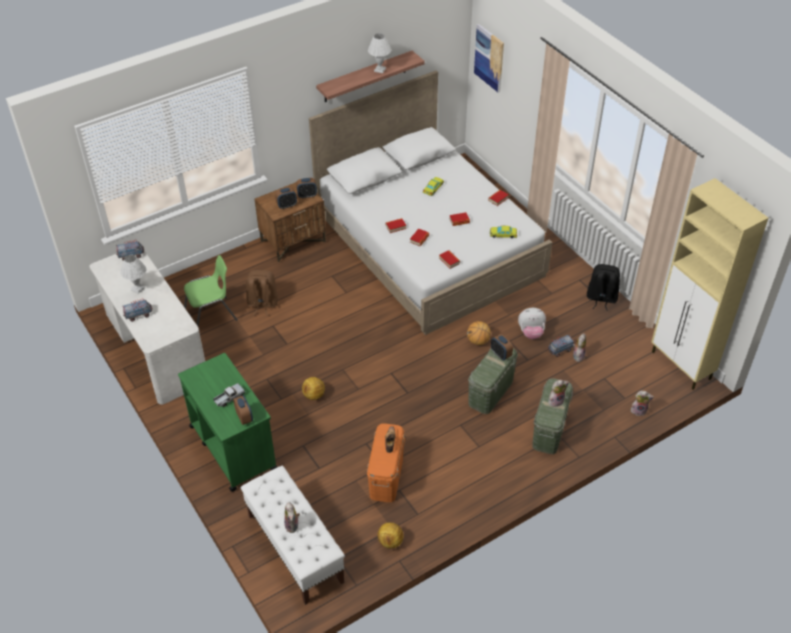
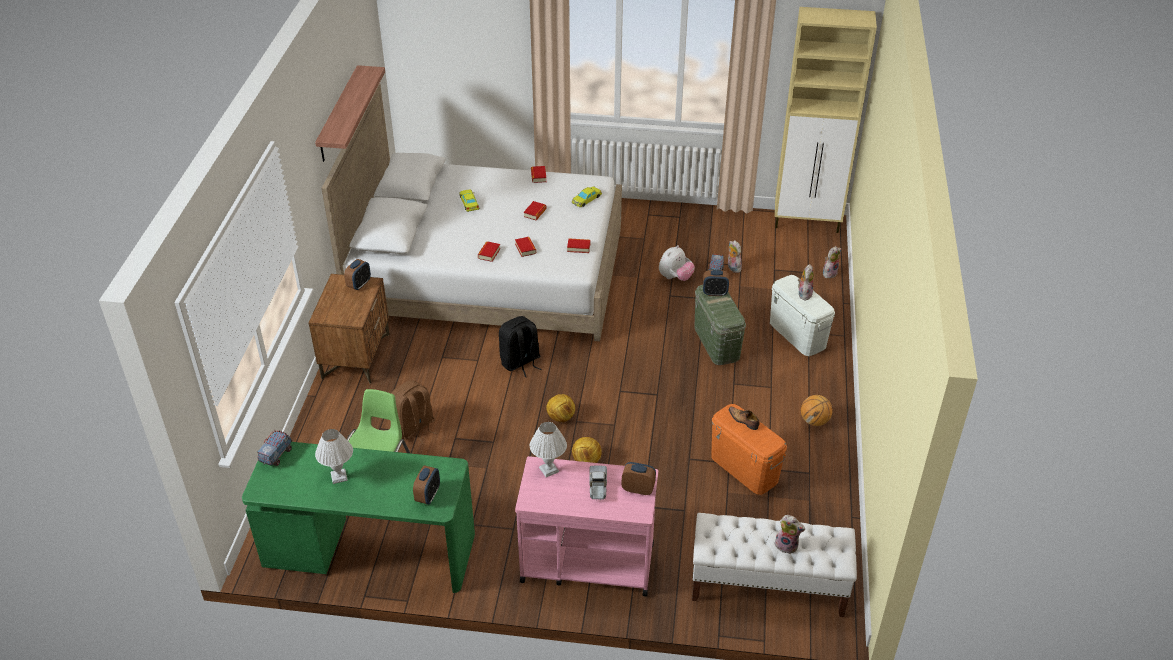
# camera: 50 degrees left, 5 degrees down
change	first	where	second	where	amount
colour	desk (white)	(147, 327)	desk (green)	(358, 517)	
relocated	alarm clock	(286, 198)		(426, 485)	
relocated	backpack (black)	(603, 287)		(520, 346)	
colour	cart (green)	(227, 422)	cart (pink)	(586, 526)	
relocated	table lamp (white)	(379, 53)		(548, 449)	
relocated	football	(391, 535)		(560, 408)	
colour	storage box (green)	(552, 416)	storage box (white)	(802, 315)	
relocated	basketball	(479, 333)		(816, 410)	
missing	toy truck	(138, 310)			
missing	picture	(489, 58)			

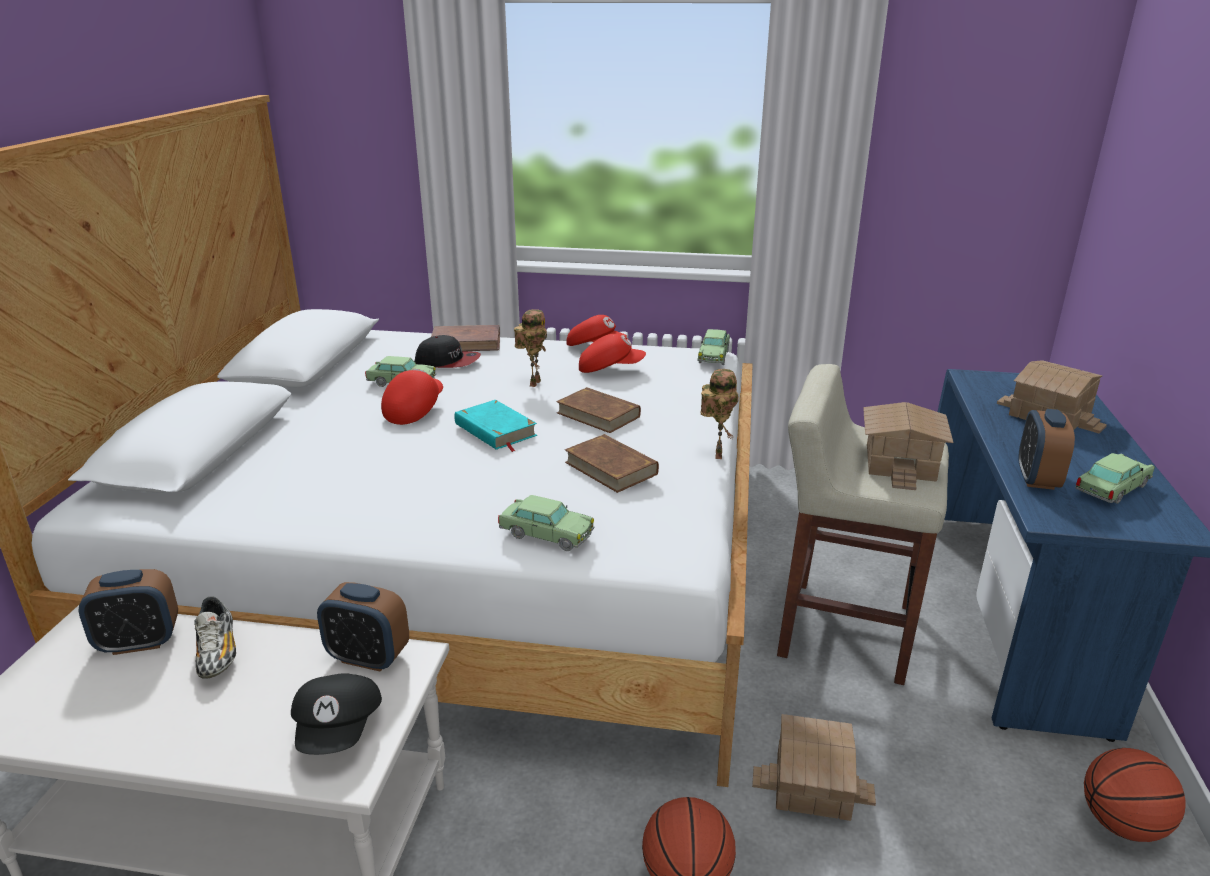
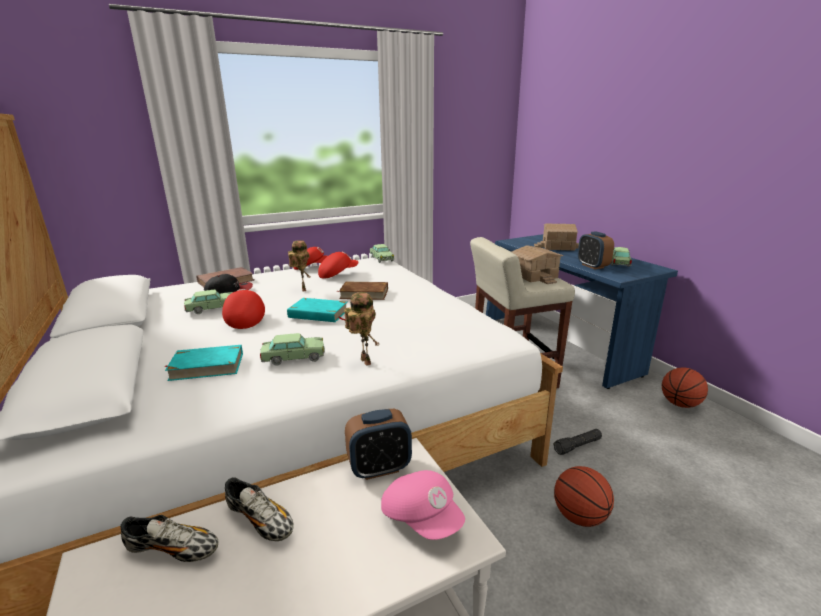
# camera: 35 degrees left, 5 degrees down
change	first	where	second	where	amount
exchanged	alarm clock	(128, 612)	shoe	(169, 538)	
appeared			book (turquoise)	(204, 363)	
relocated	toy car	(546, 523)		(292, 349)	
relocated	toy robot	(719, 414)		(362, 329)	
colour	cap (black)	(336, 714)	cap (pink)	(423, 505)	
exchanged	toy house	(814, 767)	flashlight (black)	(577, 442)	
missing	book (brown)	(612, 463)			

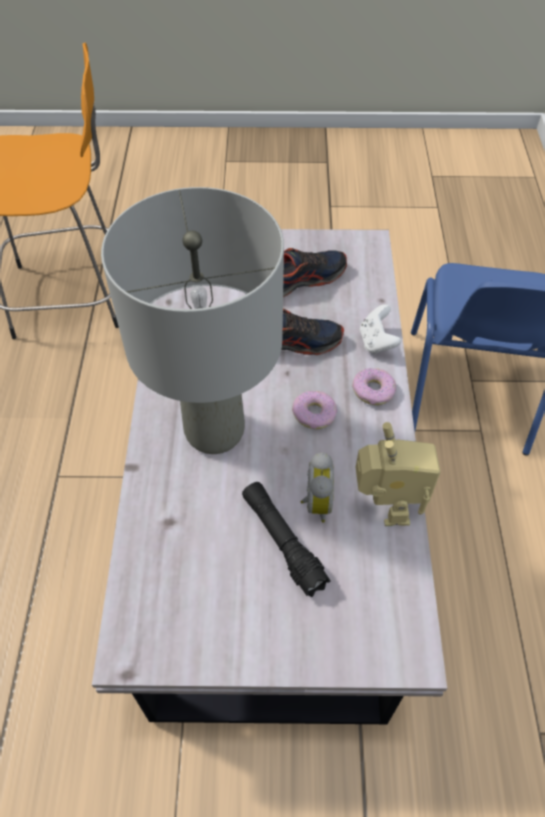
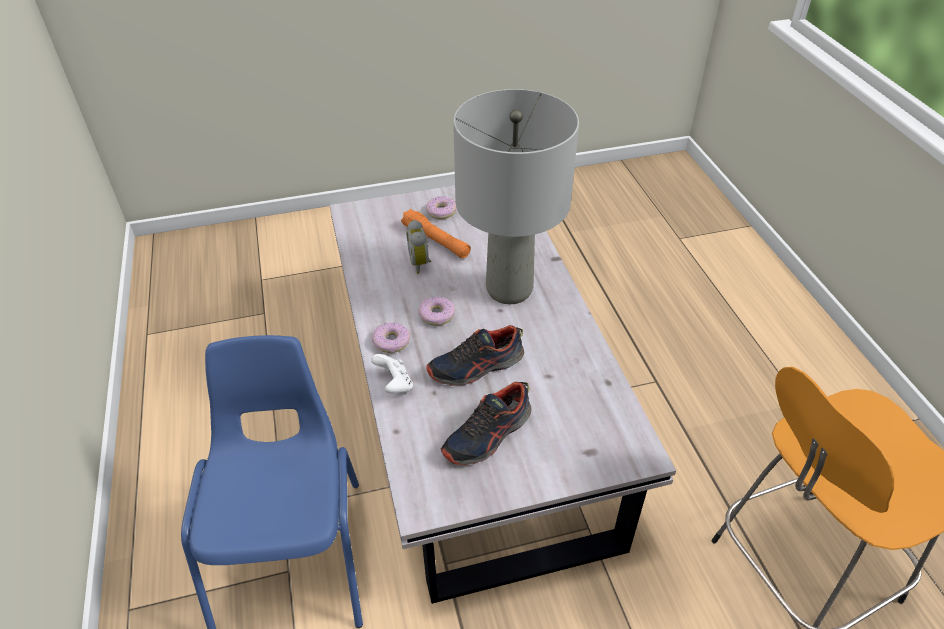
# camera: 165 degrees right, 10 degrees down
change	first	where	second	where	amount
colour	flashlight (black)	(286, 539)	flashlight (orange)	(436, 234)	
appeared			donut	(441, 207)	
missing	toy robot	(398, 474)			

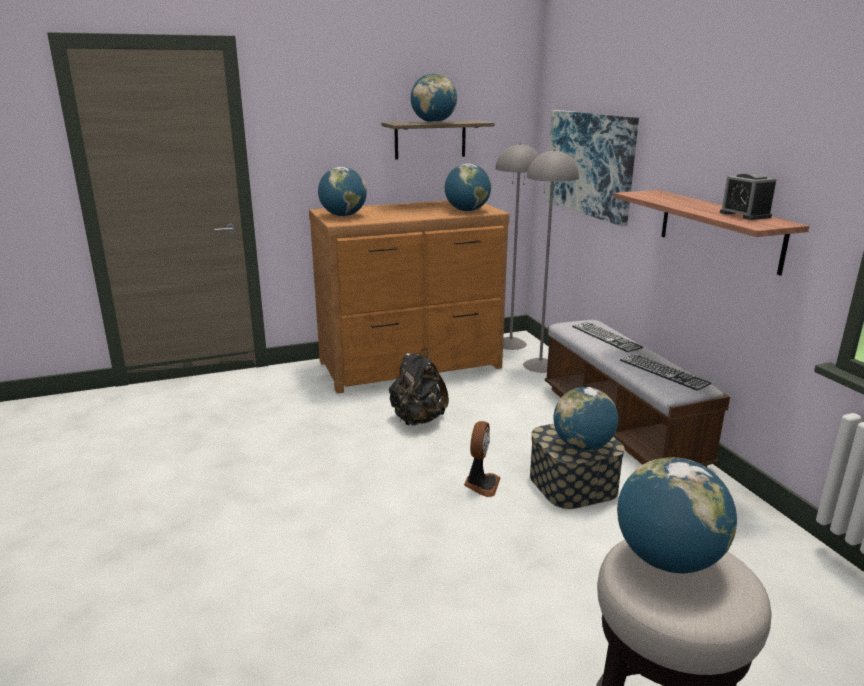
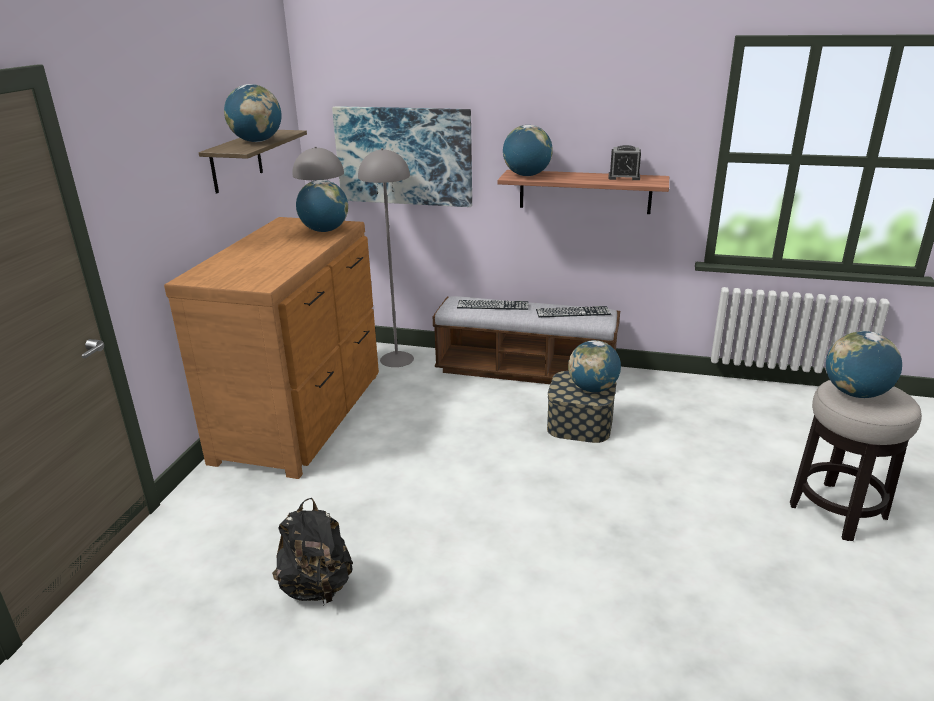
# camera: 55 degrees left, 5 degrees up
change	first	where	second	where	amount
relocated	backpack (black)	(419, 387)		(312, 550)	
relocated	globe	(342, 191)		(528, 150)	
missing	fan	(482, 459)			

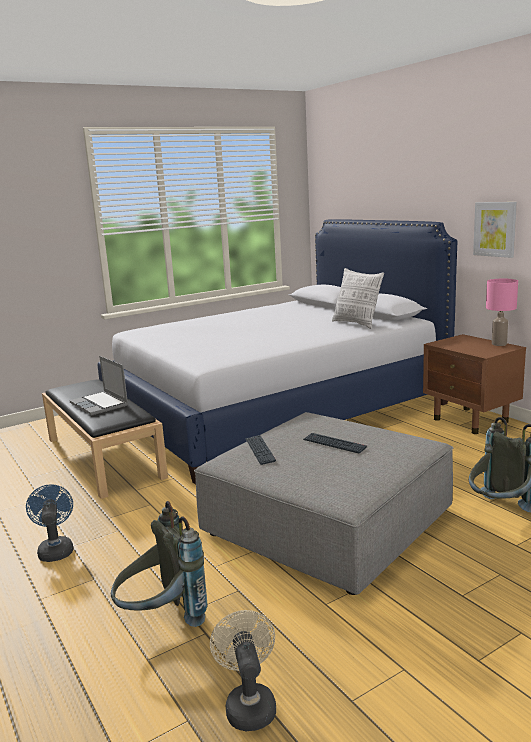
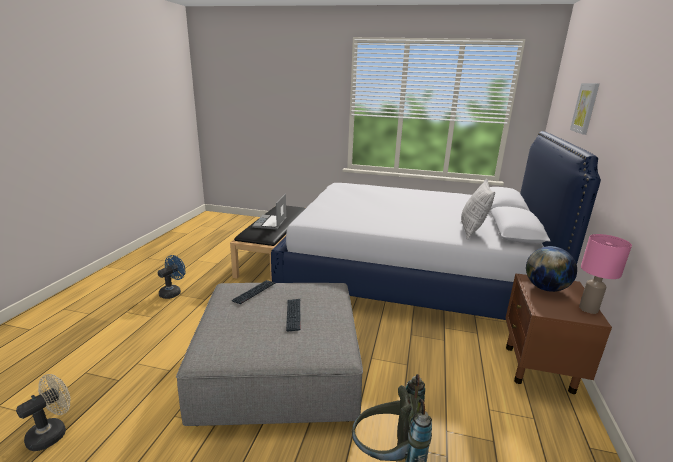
# camera: 45 degrees right, 5 degrees up
change	first	where	second	where	amount
appeared			globe	(551, 269)	
relocated	picture	(495, 230)		(585, 109)	
missing	backpack (grey)	(159, 564)			

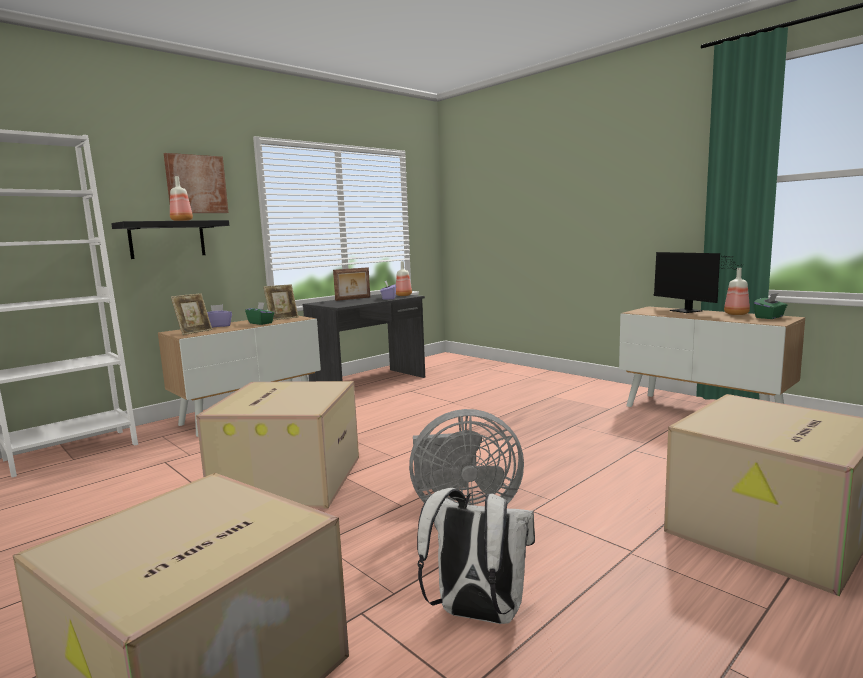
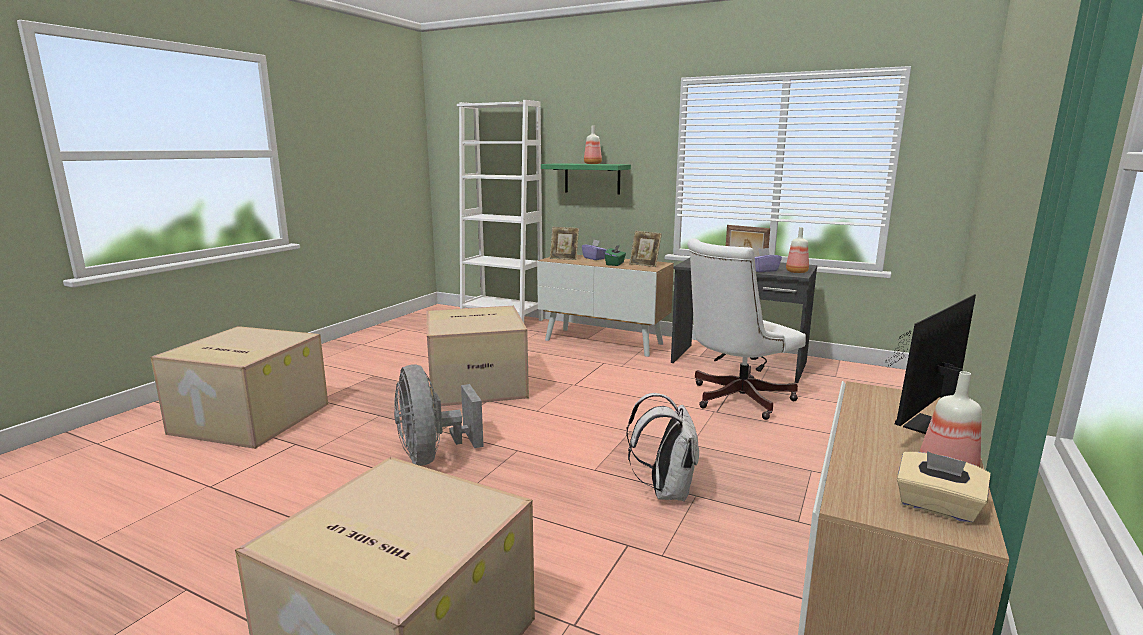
# camera: 70 degrees right, 5 degrees up
change	first	where	second	where	amount
colour	shelf (black)	(170, 239)	shelf (green)	(586, 178)	
relocated	backpack (white)	(476, 556)		(662, 447)	
appeared			office chair (white)	(746, 329)	
colour	tissue box (green)	(770, 306)	tissue box (beige)	(943, 487)	
missing	picture	(196, 183)			

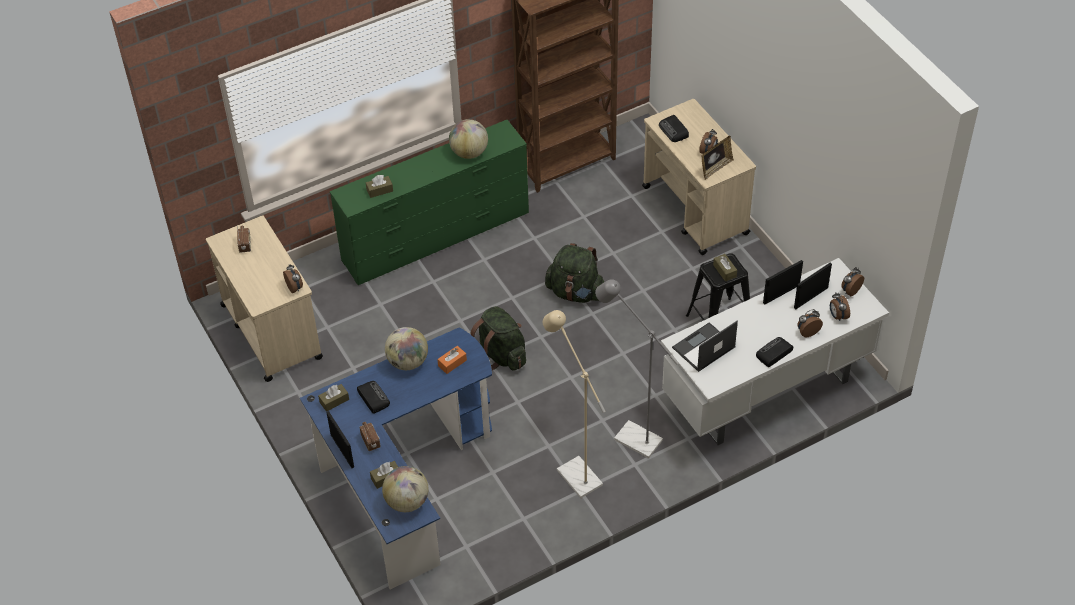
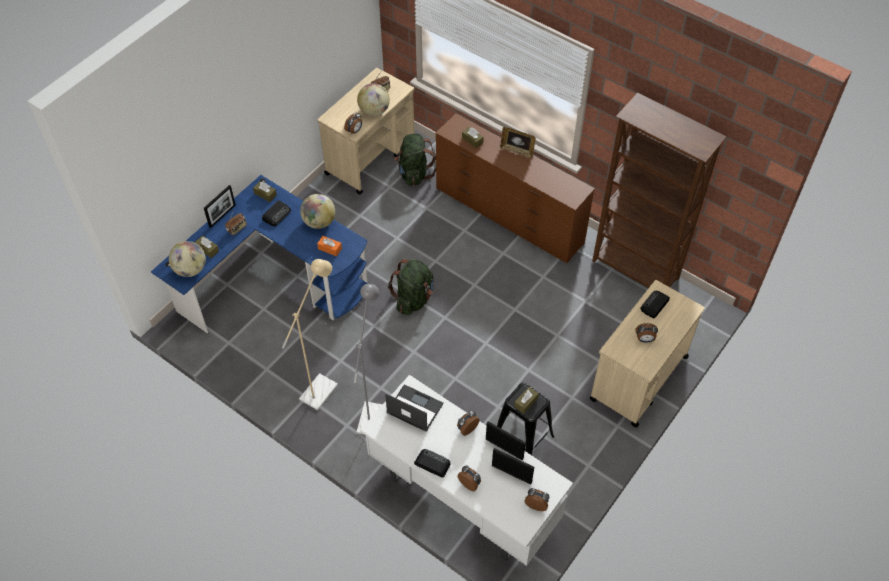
# camera: 65 degrees right, 5 degrees up
change	first	where	second	where	amount
relocated	globe	(468, 139)		(373, 99)	
relocated	backpack (green)	(574, 273)		(415, 160)	
colour	dresser (green)	(429, 202)	dresser (brown)	(515, 188)	
relocated	alarm clock	(840, 306)		(468, 423)	
relocated	picture frame	(717, 158)		(518, 143)	

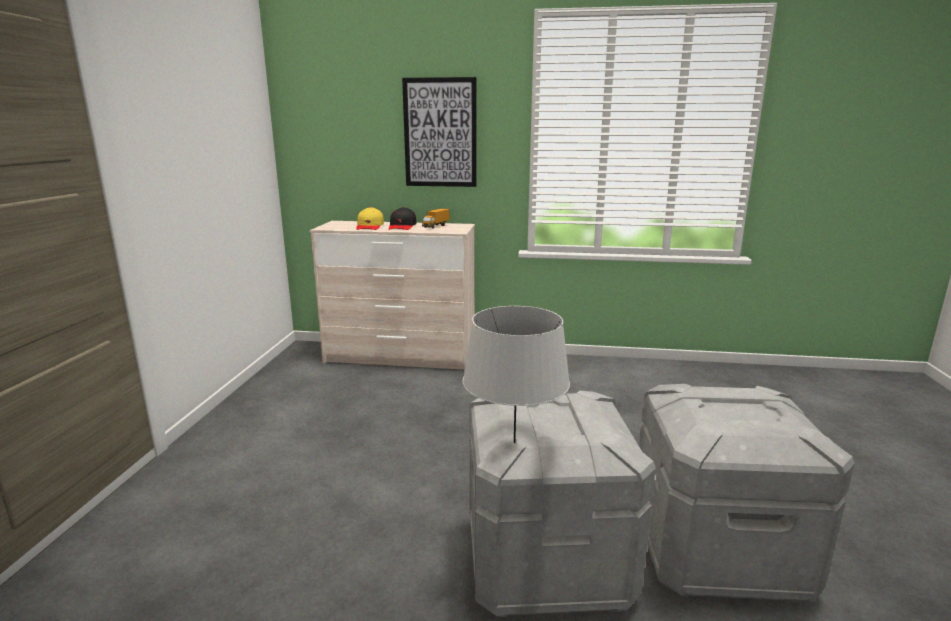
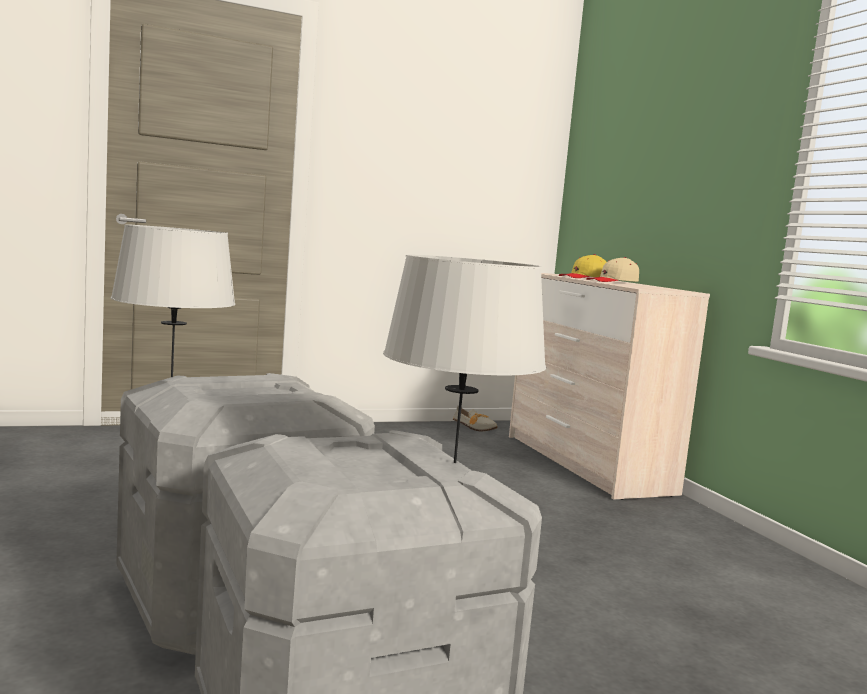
# camera: 60 degrees right, 10 degrees down
change	first	where	second	where	amount
appeared			table lamp (grey)	(465, 358)	
appeared			shoe	(475, 418)	
colour	cap (black)	(403, 218)	cap (beige)	(612, 269)	
missing	picture	(439, 132)			
missing	toy truck	(436, 218)			

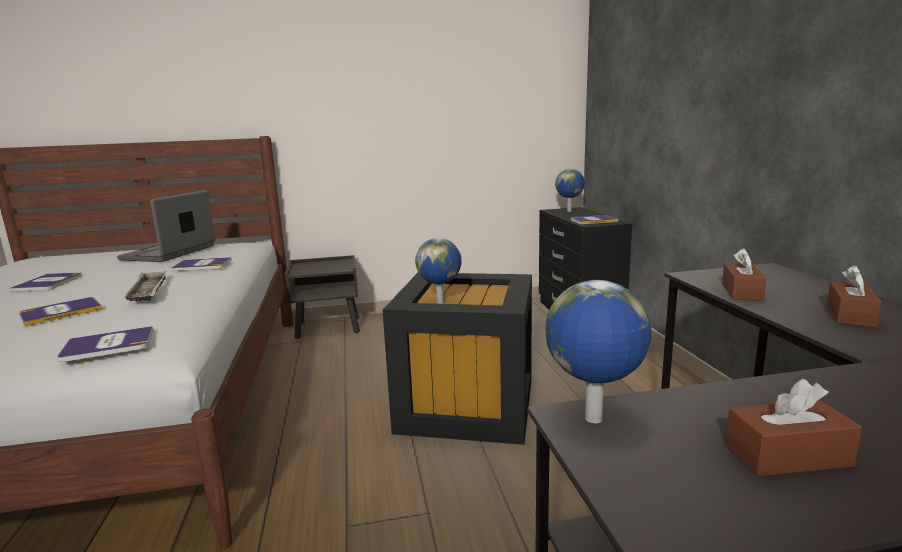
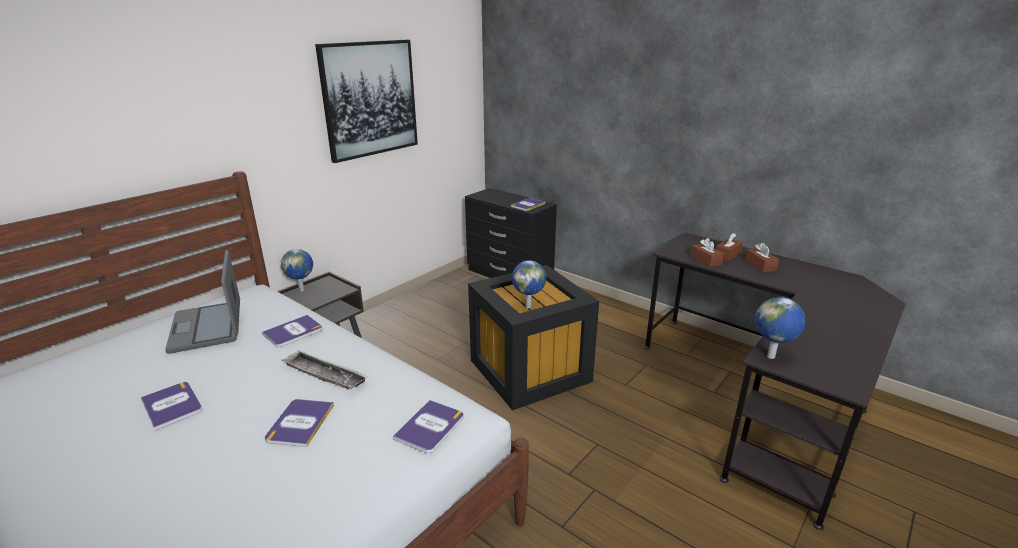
# camera: 40 degrees left, 10 degrees up
change	first	where	second	where	amount
relocated	globe	(570, 190)		(297, 270)	
appeared			picture	(366, 101)	
relocated	tissue box (brown)	(793, 427)		(729, 247)	

